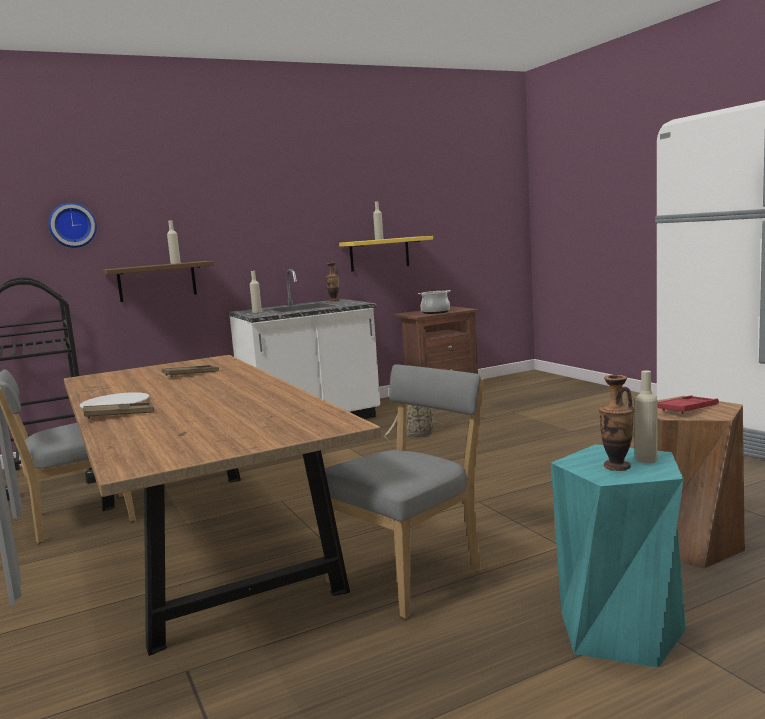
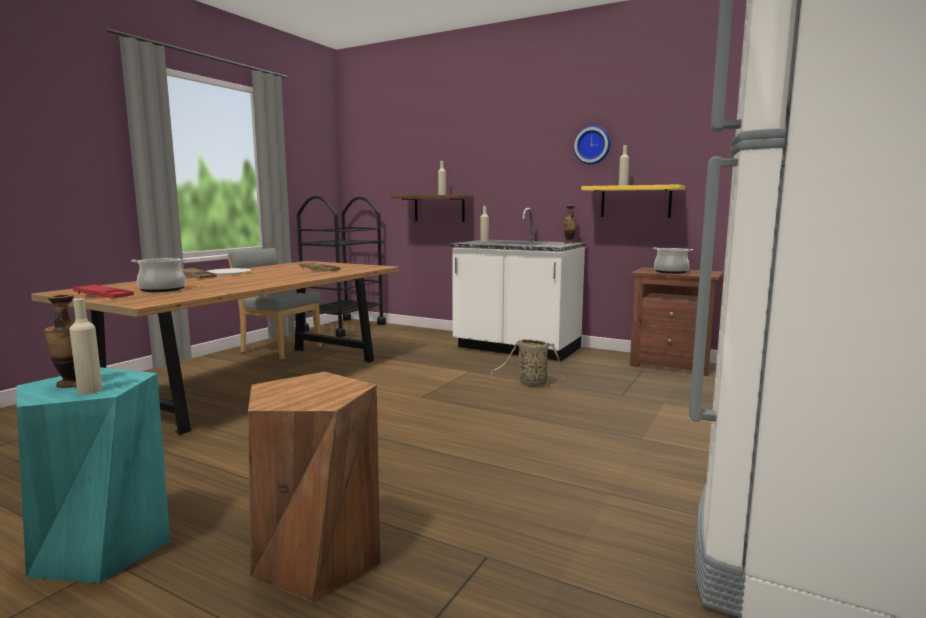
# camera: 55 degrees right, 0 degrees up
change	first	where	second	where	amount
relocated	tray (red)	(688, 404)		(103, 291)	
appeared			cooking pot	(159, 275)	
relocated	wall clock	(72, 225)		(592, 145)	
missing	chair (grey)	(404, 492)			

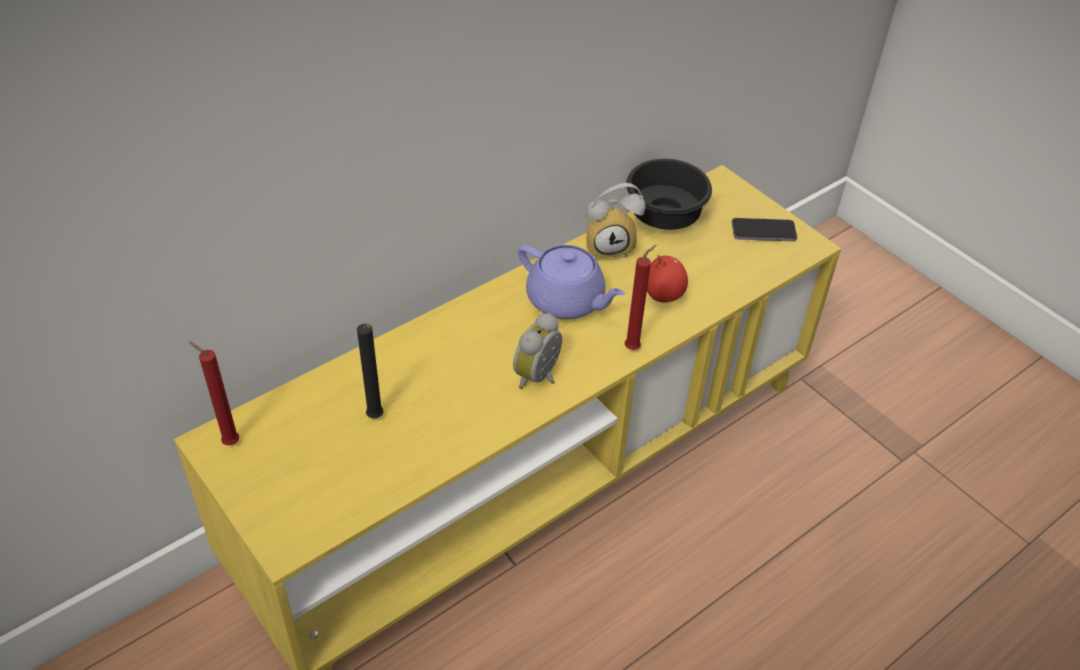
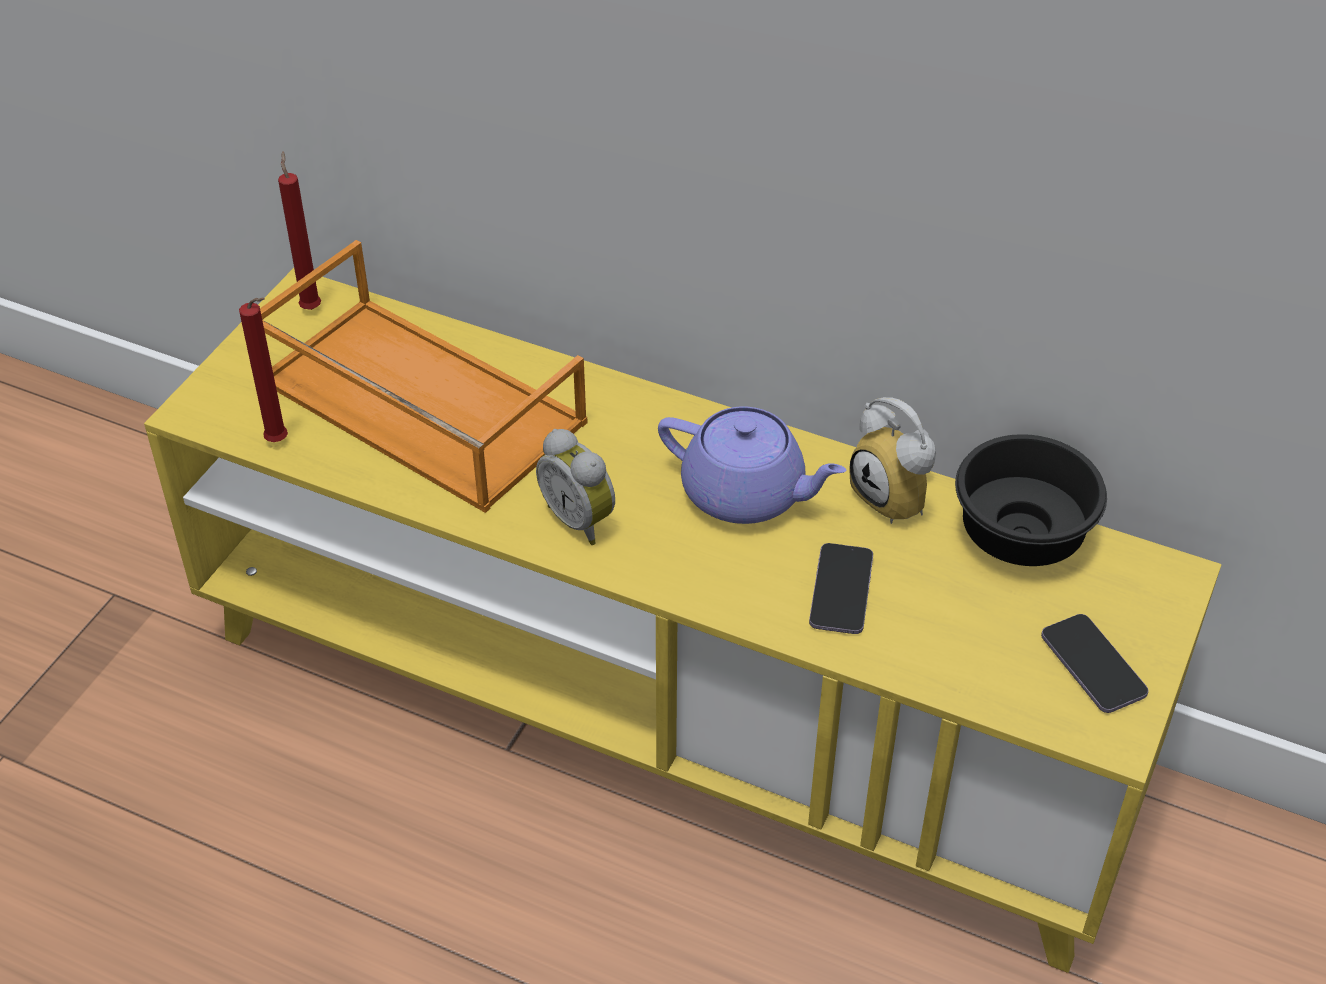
# camera: 65 degrees right, 0 degrees up
change	first	where	second	where	amount
relocated	candle (red)	(640, 297)		(263, 370)	
exchanged	candle (black)	(370, 371)	tray (orange)	(424, 376)	
spun	alarm clock	(537, 351)		(575, 487)	135 degrees counterclockwise
spun	teapot (purple)	(571, 282)		(752, 465)	75 degrees counterclockwise
exchanged	apple	(667, 279)	phone	(841, 588)	

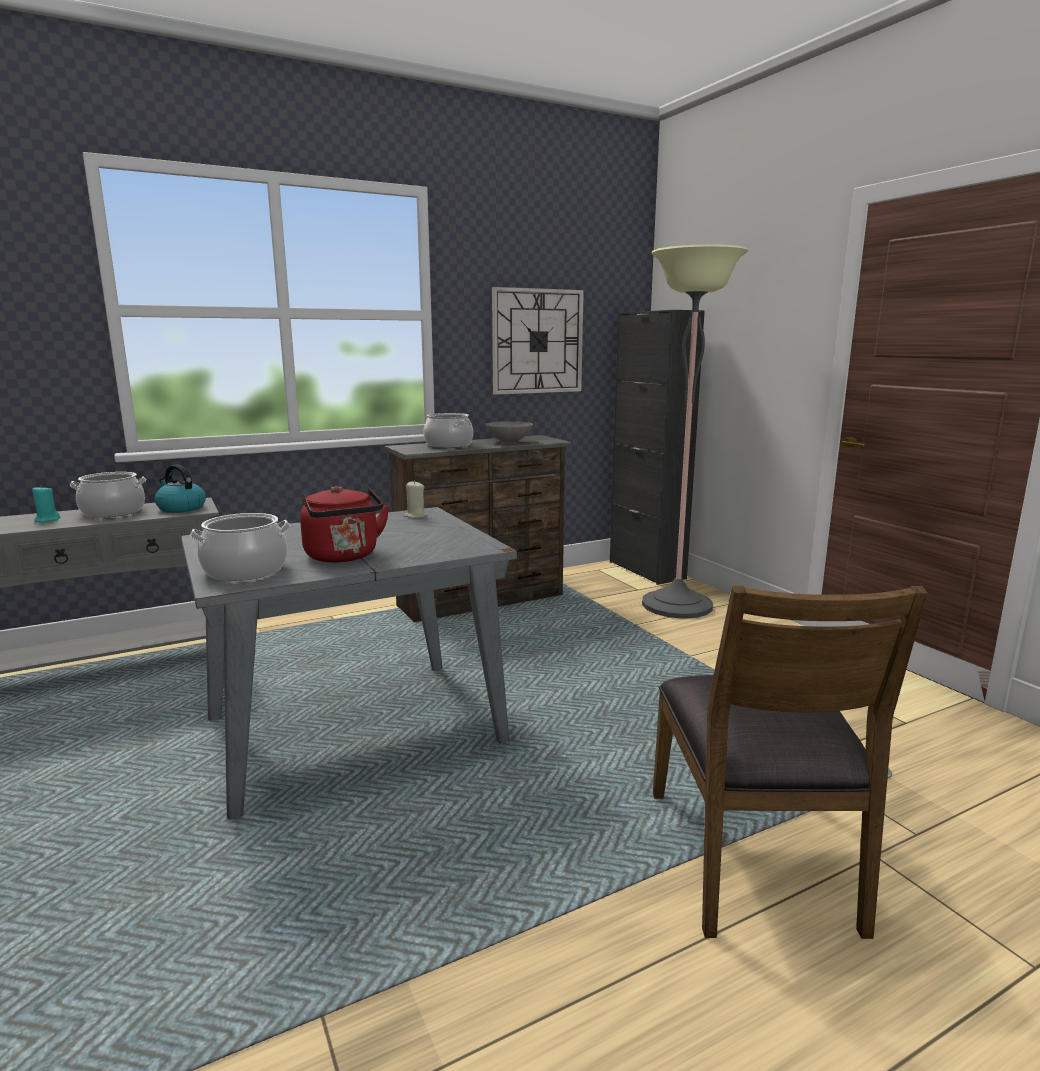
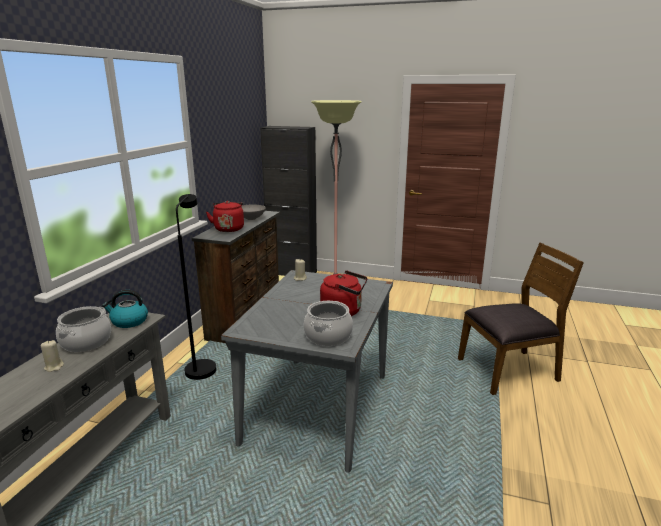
# camera: 45 degrees left, 5 degrees up
change	first	where	second	where	amount
colour	candle (turquoise)	(46, 504)	candle (beige)	(52, 356)	
appeared			floor lamp (black)	(196, 287)	
exchanged	cooking pot	(448, 430)	kettle (red)	(225, 216)	
spun	chair (brown)	(790, 762)		(521, 318)	60 degrees counterclockwise
missing	wall clock	(538, 341)			

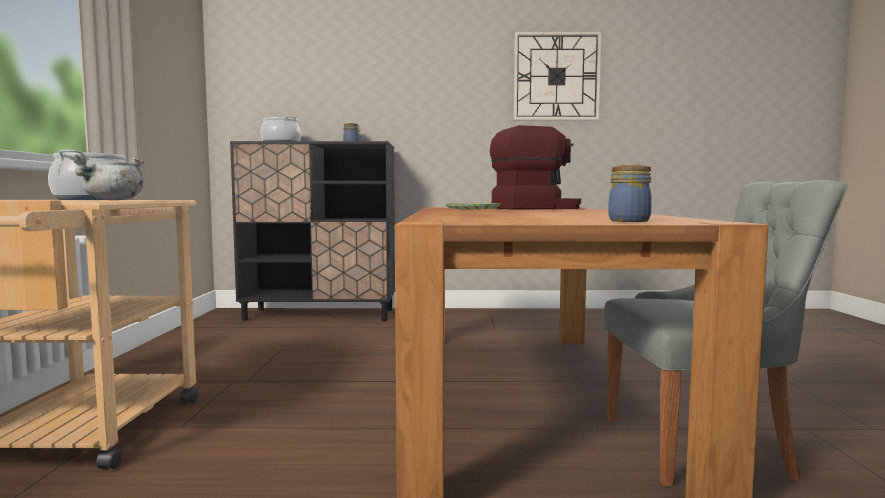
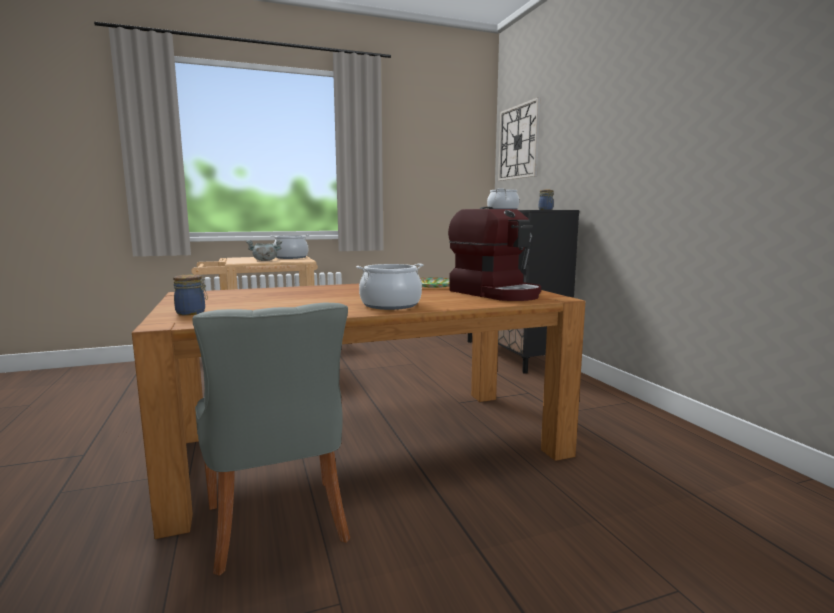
# camera: 70 degrees right, 5 degrees up
change	first	where	second	where	amount
appeared			cooking pot	(389, 287)	
relocated	wall clock	(557, 76)		(519, 139)	

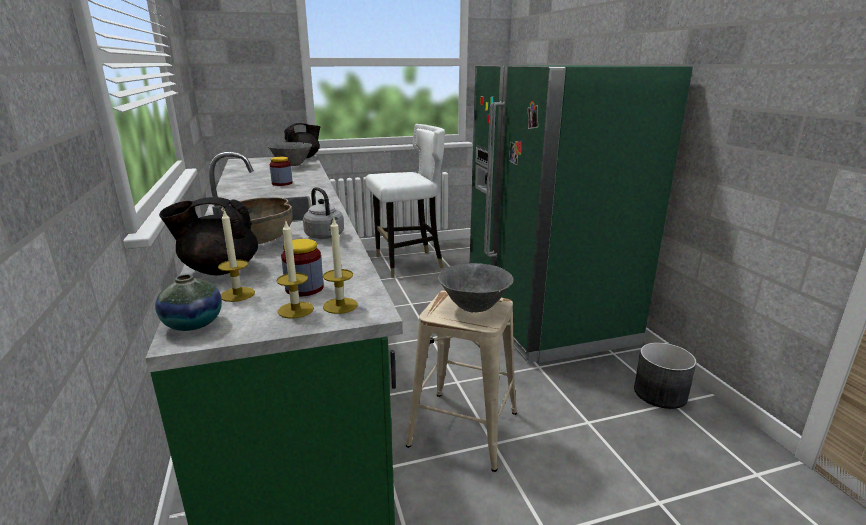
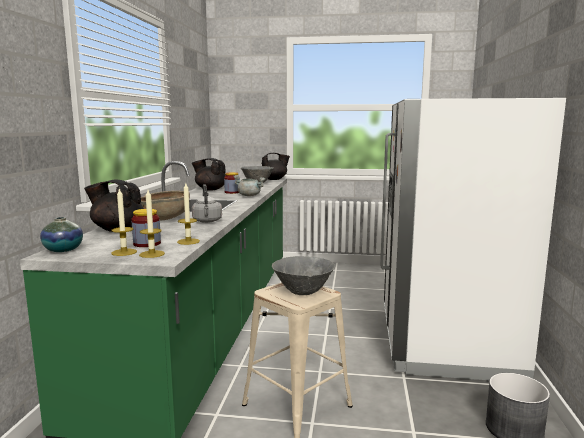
# camera: 25 degrees right, 10 degrees down
change	first	where	second	where	amount
relocated	candle	(236, 256)		(188, 214)	
appeared			teapot (black)	(209, 174)	
appeared			cooking pot (grey)	(249, 185)	
colour	fridge (green)	(581, 214)	fridge (white)	(473, 239)	
missing	chair (white)	(405, 201)			

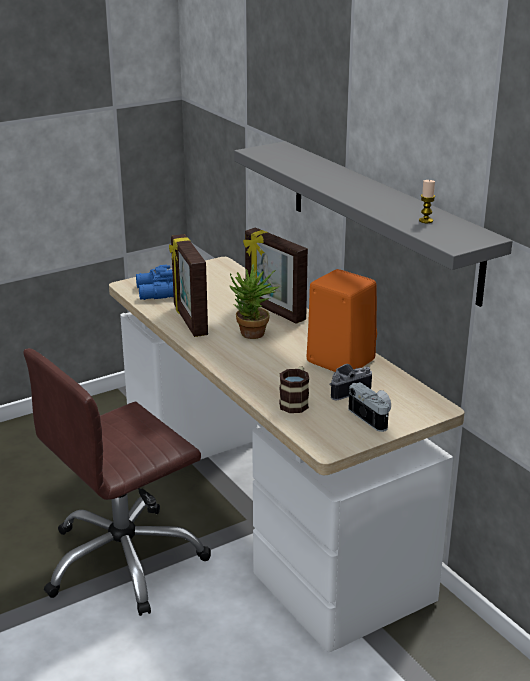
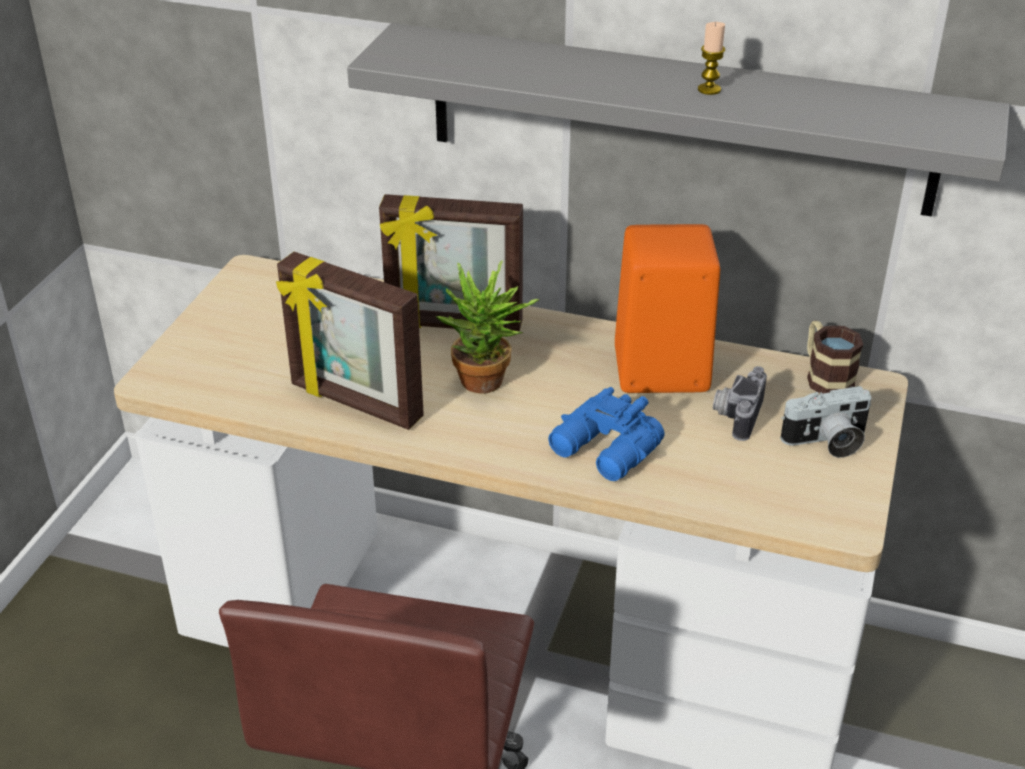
# camera: 40 degrees left, 10 degrees up
change	first	where	second	where	amount
relocated	binoculars (blue)	(155, 282)		(606, 434)	
relocated	candle	(427, 201)		(711, 58)	
spun	photo camera	(370, 407)		(825, 422)	150 degrees clockwise
relocated	mug	(294, 390)		(835, 357)	

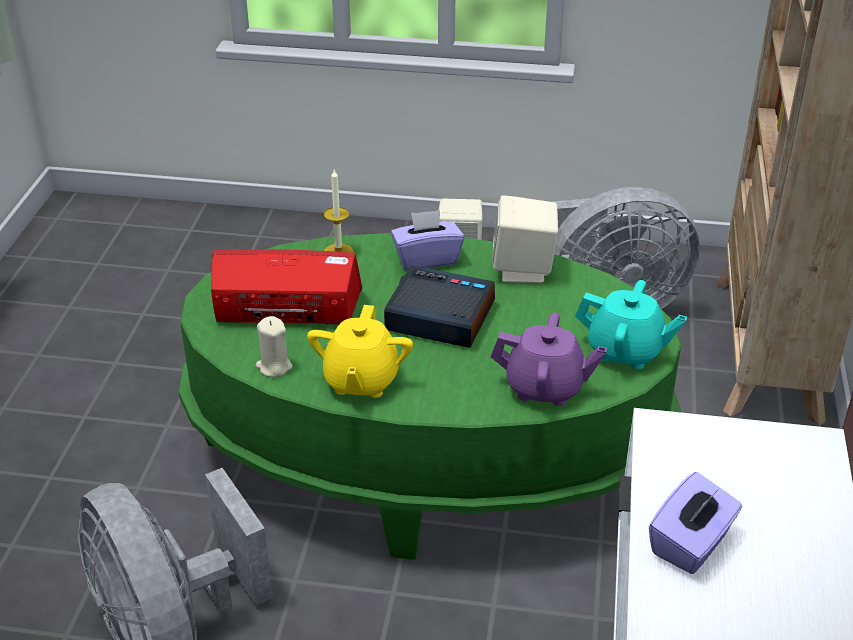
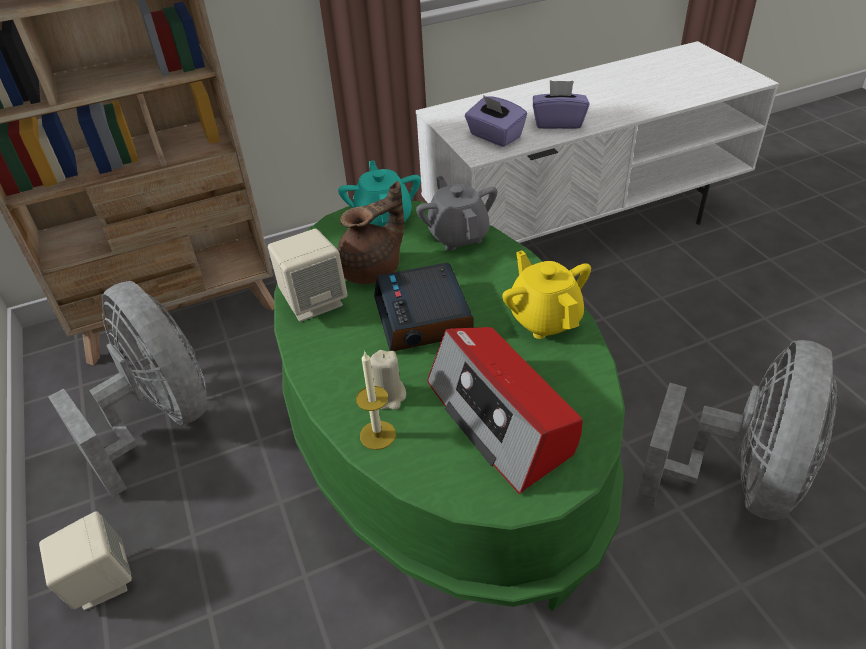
# camera: 120 degrees left, 5 degrees up
change	first	where	second	where	amount
appeared			teapot (brown)	(370, 232)	
relocated	candle (beige)	(274, 346)		(388, 380)	
colour	teapot (purple)	(549, 359)	teapot (grey)	(456, 213)	
relocated	tissue box (purple)	(427, 240)		(496, 121)	
spun	teapot (yellow)	(360, 351)		(546, 294)	90 degrees counterclockwise

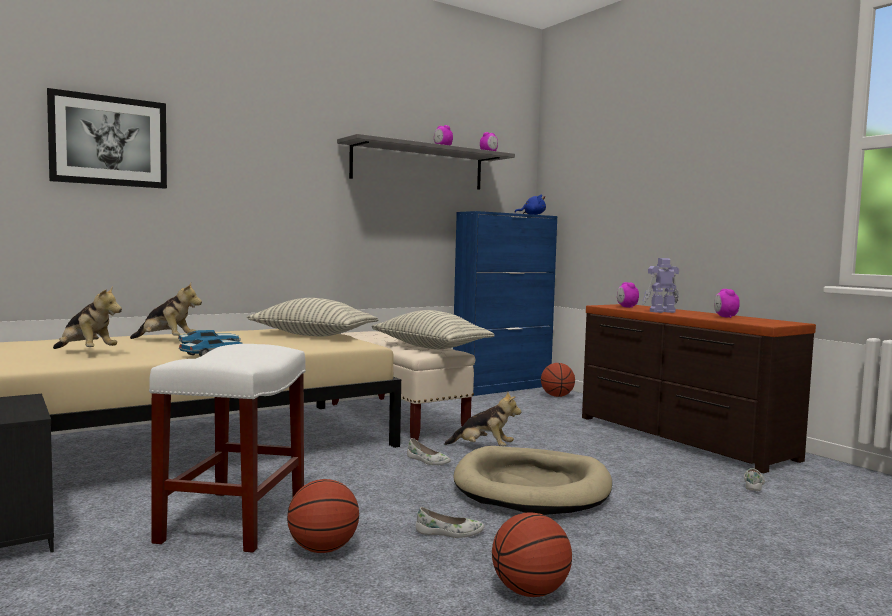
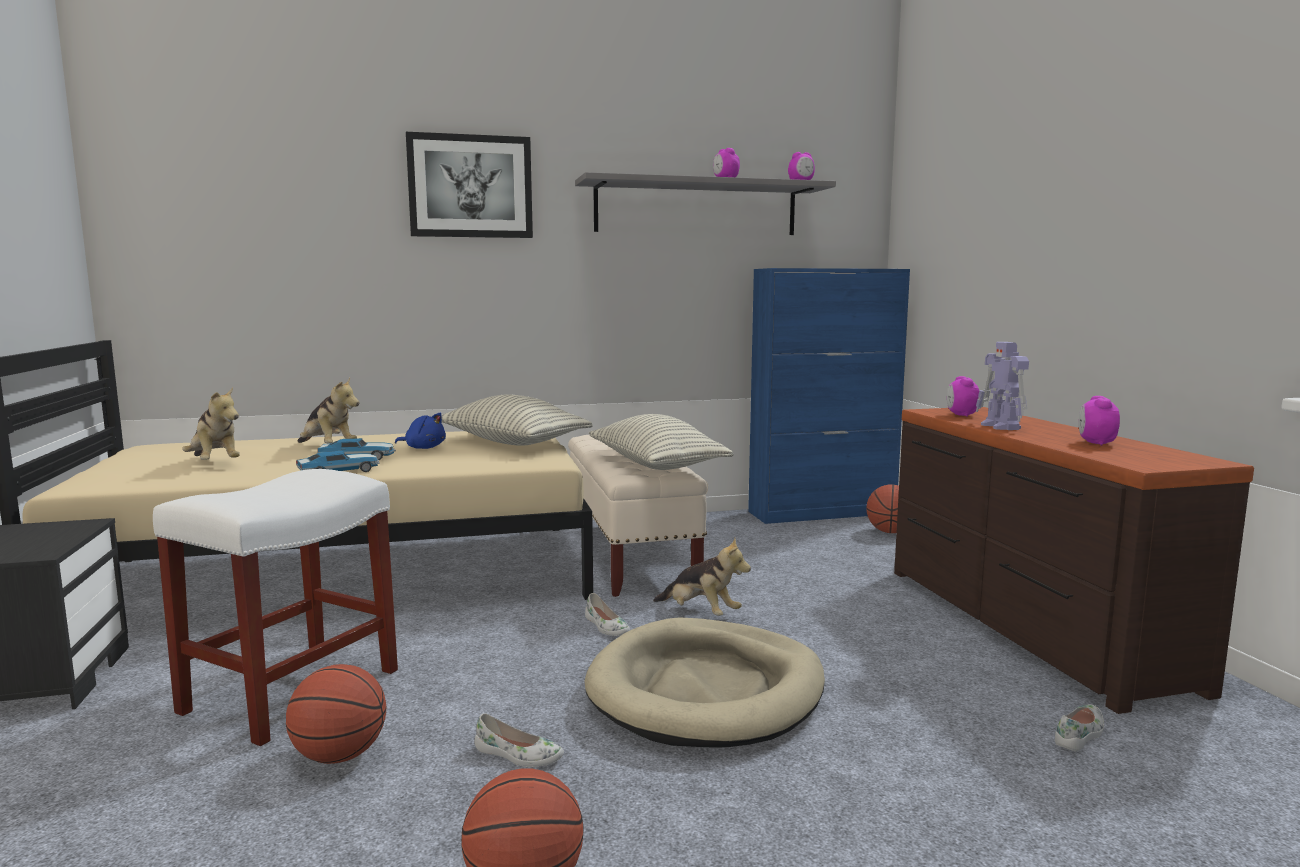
# camera: 20 degrees right, 5 degrees up
change	first	where	second	where	amount
relocated	plush toy (blue)	(530, 204)		(420, 431)	
relocated	picture	(107, 138)		(469, 185)	
spun	toy robot	(660, 285)		(1002, 386)	105 degrees counterclockwise

